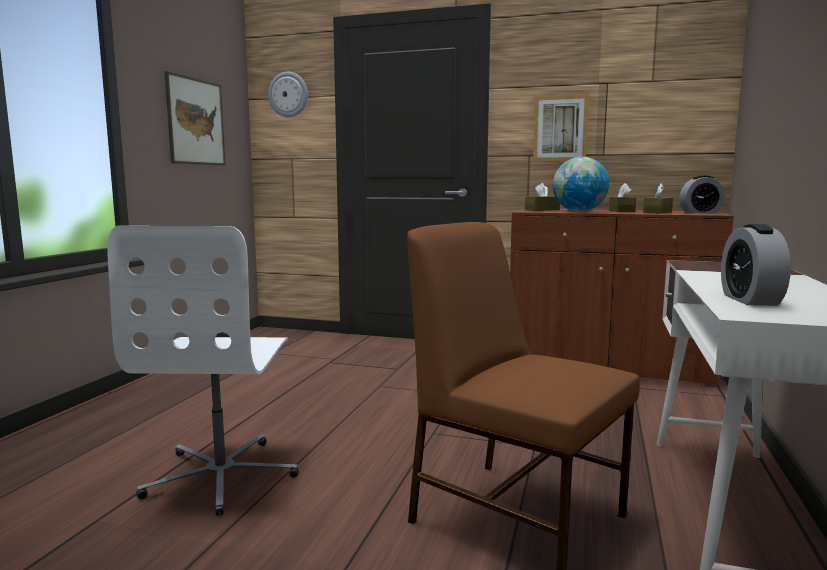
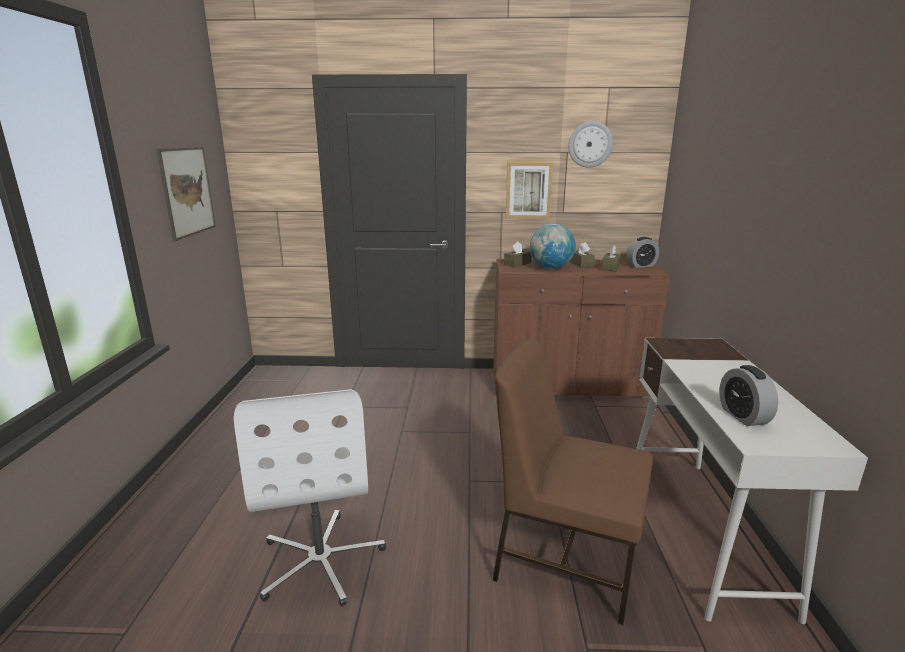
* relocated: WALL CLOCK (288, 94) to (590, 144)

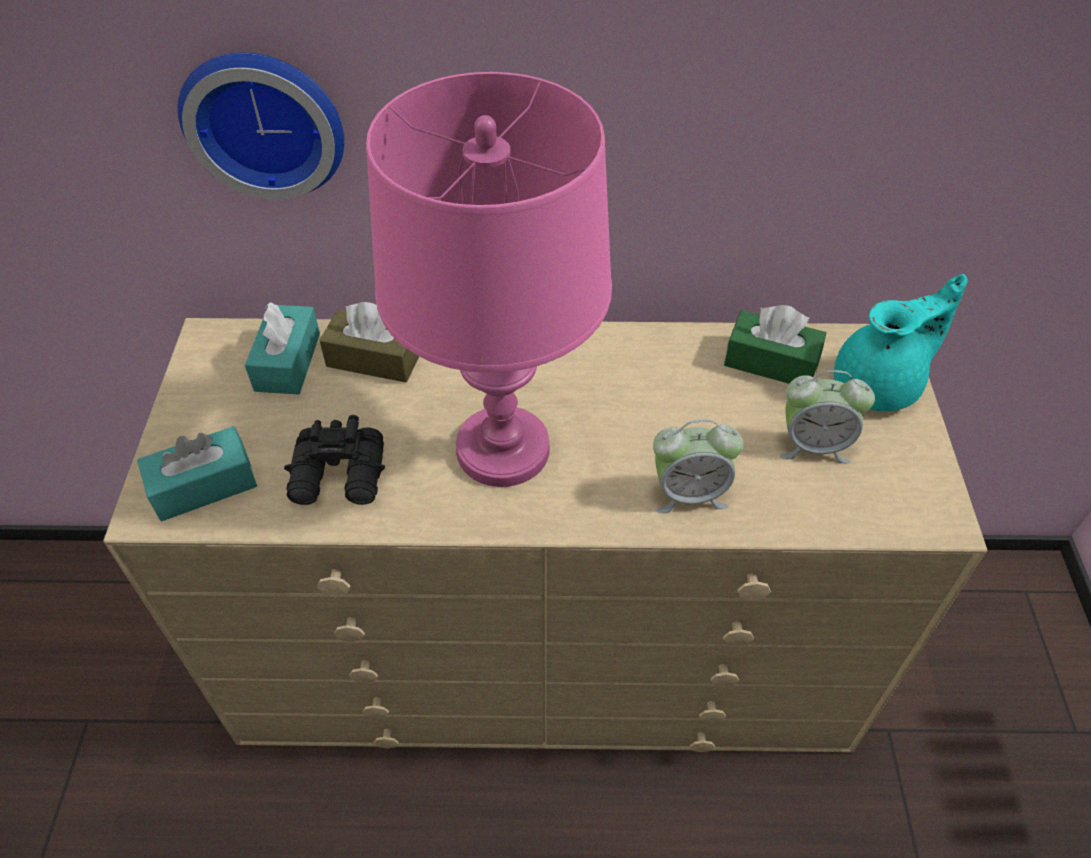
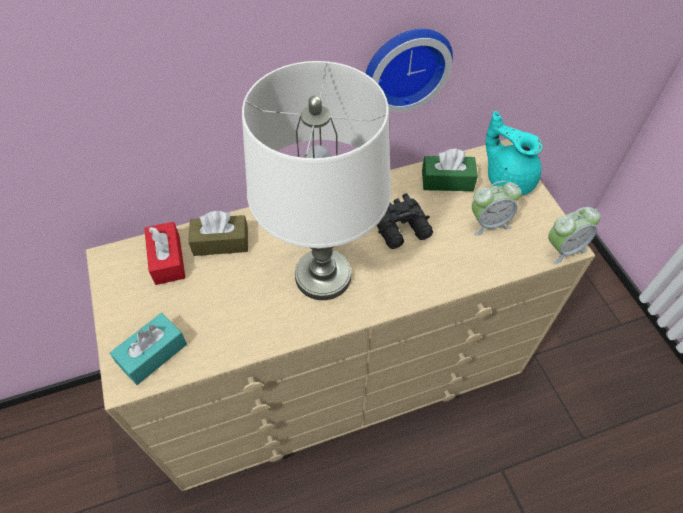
* relocated: WALL CLOCK (261, 126) to (409, 71)
* colour: TURQUOISE TISSUE BOX (282, 348) to RED TISSUE BOX (164, 253)
* relocated: BLACK BINOCULARS (334, 460) to (405, 221)
* colour: PINK TABLE LAMP (489, 279) to WHITE TABLE LAMP (316, 180)
* relocated: ALARM CLOCK (698, 466) to (574, 235)
* spun: TURQUOISE TEAPOT (901, 342) = (514, 153) 90 degrees counterclockwise

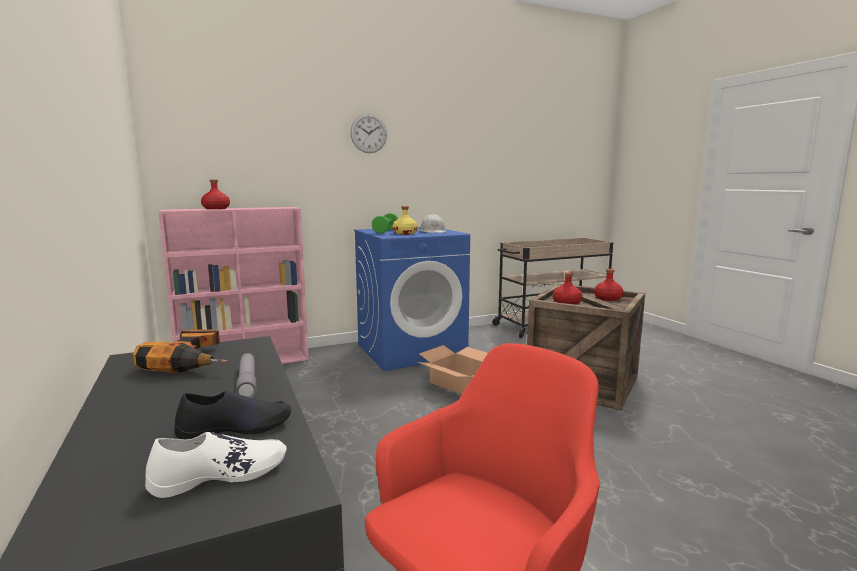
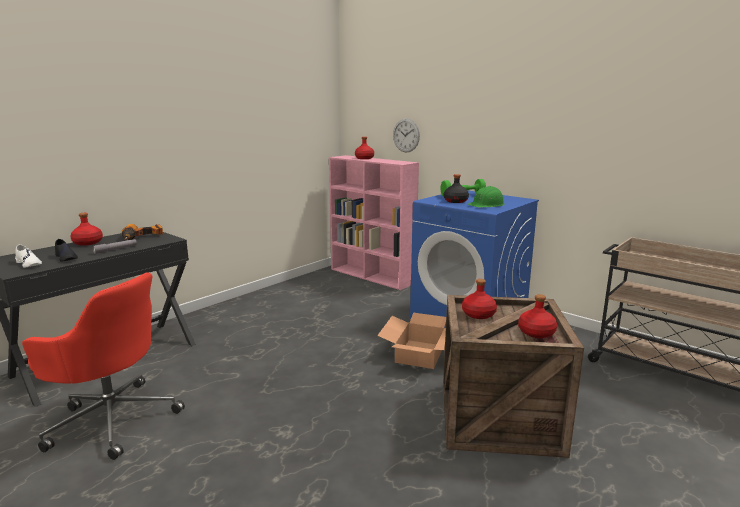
* relocated: WALL CLOCK (368, 133) to (406, 135)
* colour: YELLOW BOTTLE (405, 220) to BLACK BOTTLE (456, 188)
* colour: WHITE HARD HAT (433, 223) to GREEN HARD HAT (486, 196)
* appeared: RED BOTTLE (86, 229)

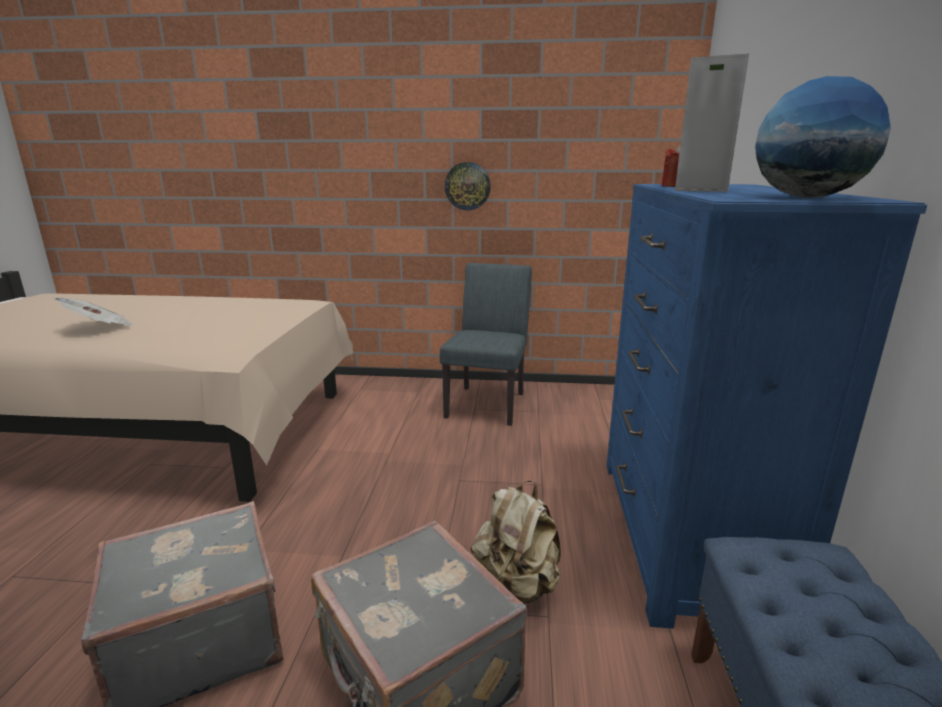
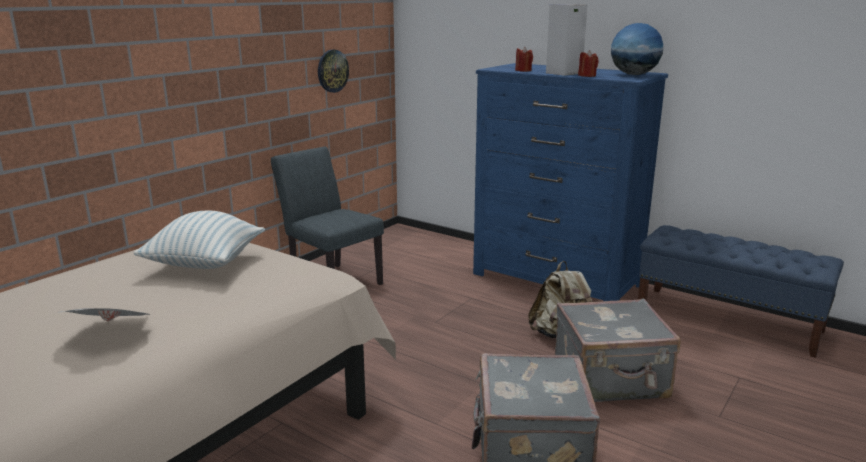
* relocated: WALL CLOCK (467, 186) to (333, 71)
* appeared: PILLOW (199, 240)
* appeared: RED CANDLE (588, 63)

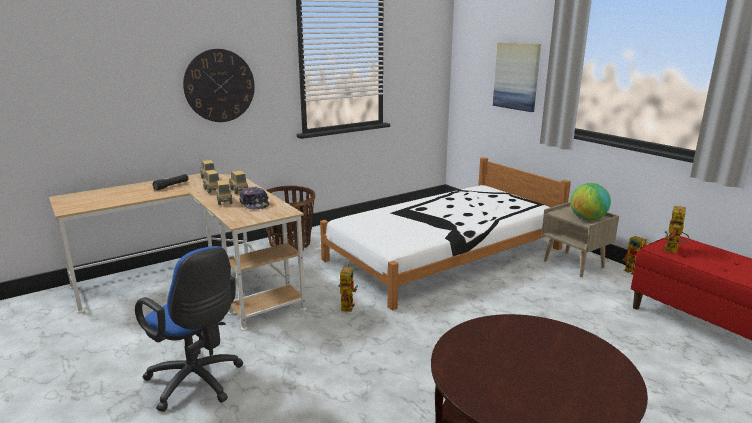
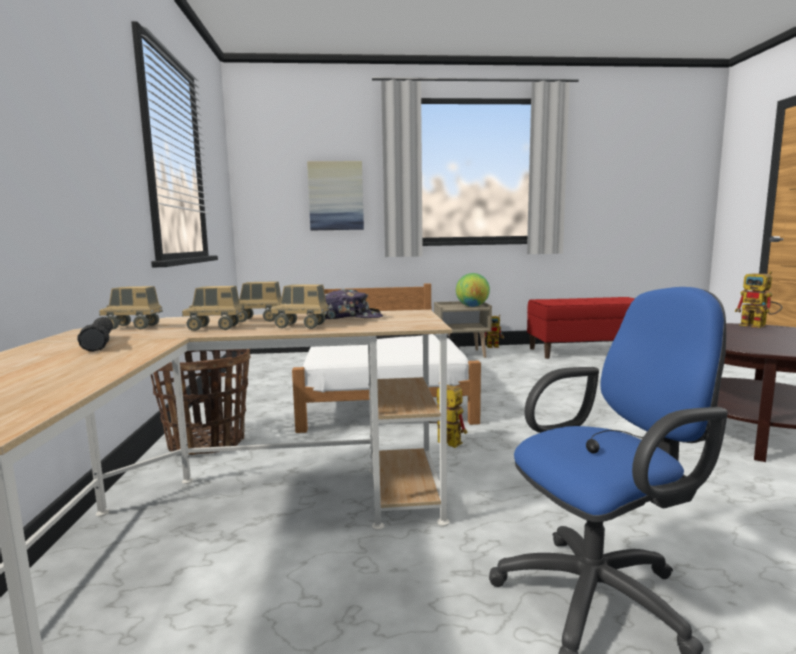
* missing: WALL CLOCK (219, 85)
* relocated: TOY ROBOT (676, 229) to (758, 300)

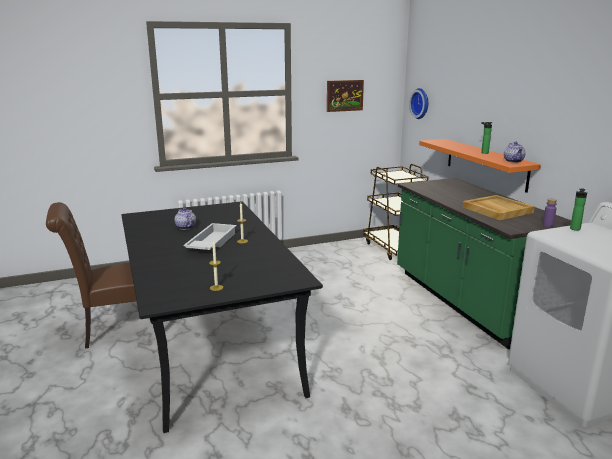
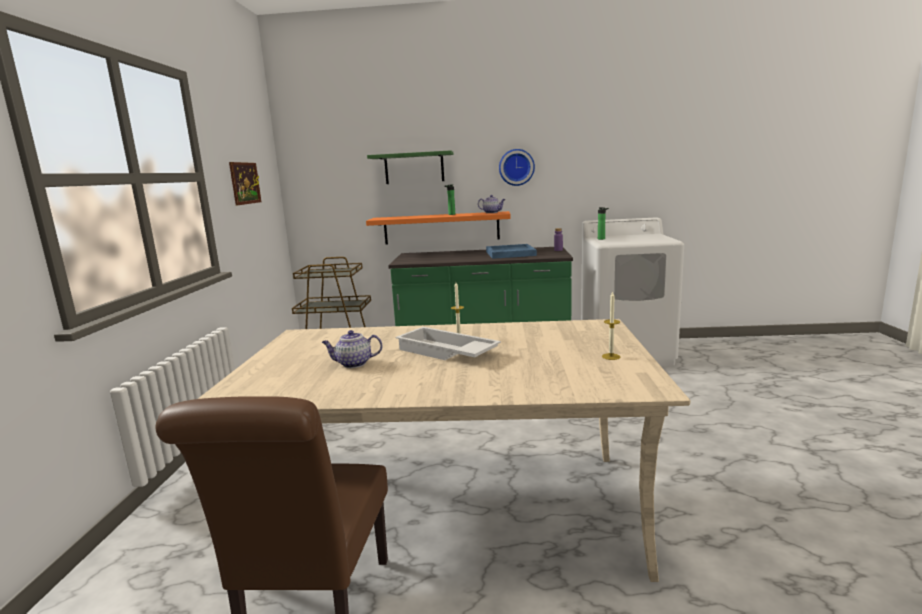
* colour: BLACK DINING TABLE (222, 317) to BEIGE DINING TABLE (444, 450)
* relocated: WALL CLOCK (418, 103) to (517, 167)
* colour: BEIGE TRAY (499, 207) to BLUE TRAY (511, 251)
* appeared: GREEN SHELF (410, 167)

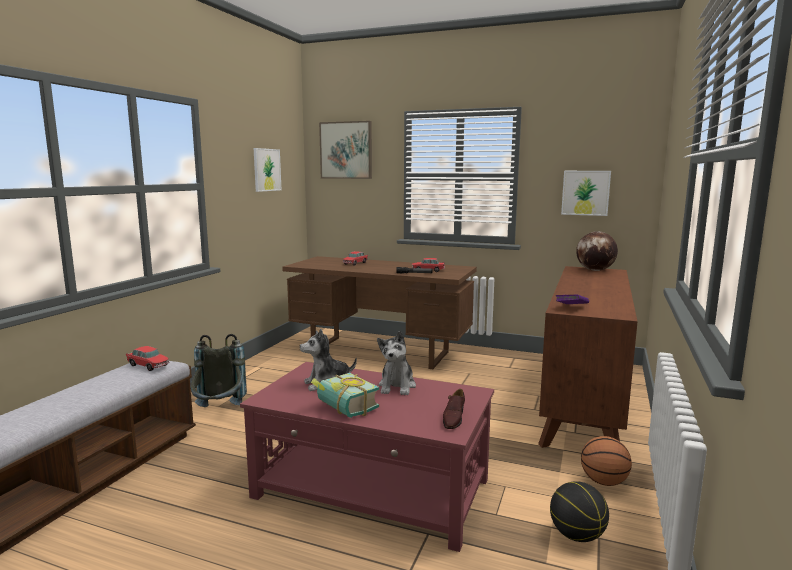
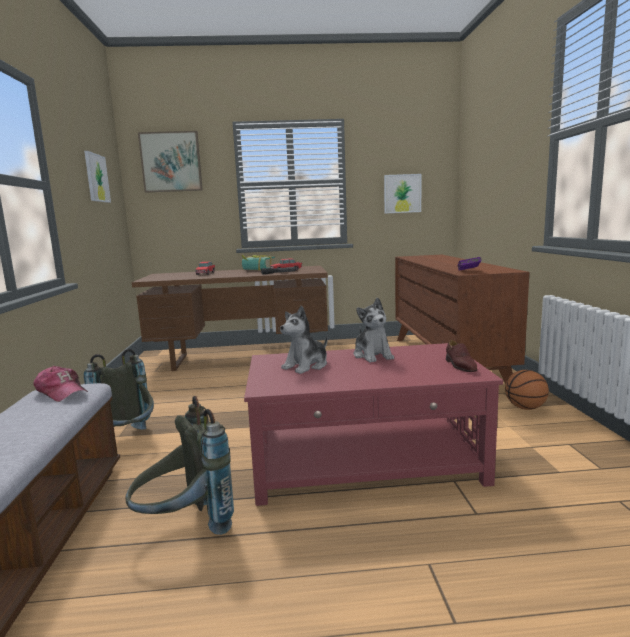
* exchanged: TOY CAR (148, 358) to CAP (60, 384)
* relocated: BOOK (345, 395) to (258, 262)
* missing: BASKETBALL (579, 511)
* missing: GLOBE (597, 251)
* appeared: GREY BACKPACK (179, 465)

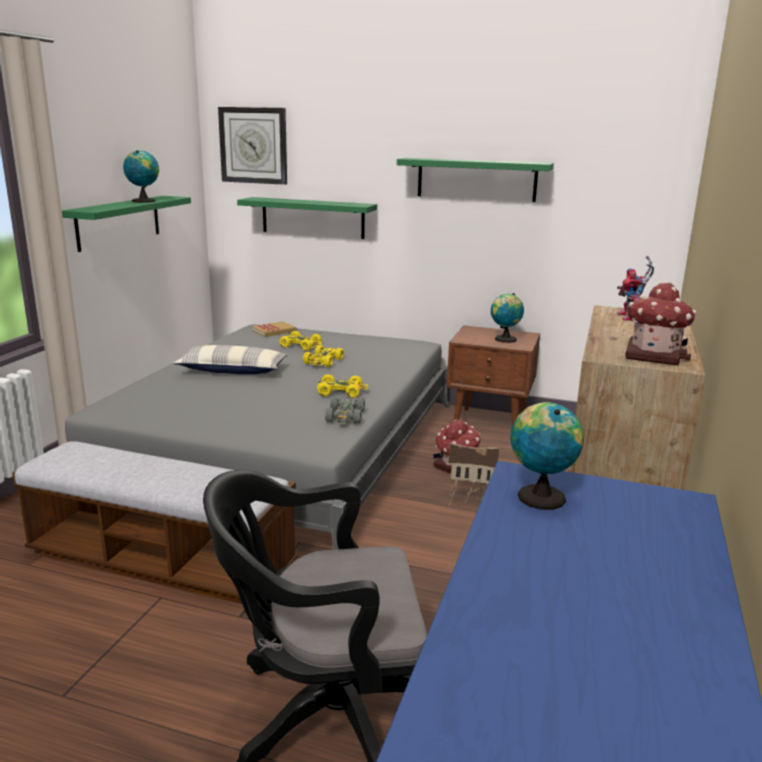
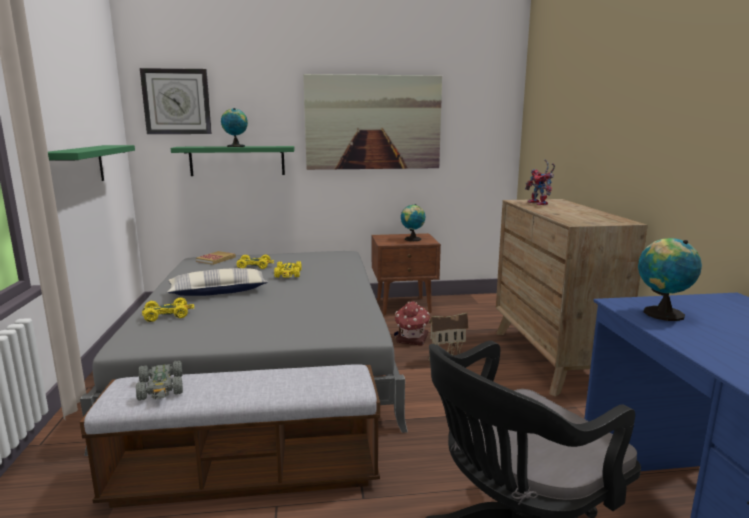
* relocated: GLOBE (141, 176) to (234, 127)
* relocated: YELLOW TOY CAR (342, 386) to (168, 310)
* relocated: GREY TOY CAR (345, 410) to (159, 380)
* exchanged: GREEN SHELF (475, 180) to PICTURE (372, 122)
* missing: TOY HOUSE (661, 324)

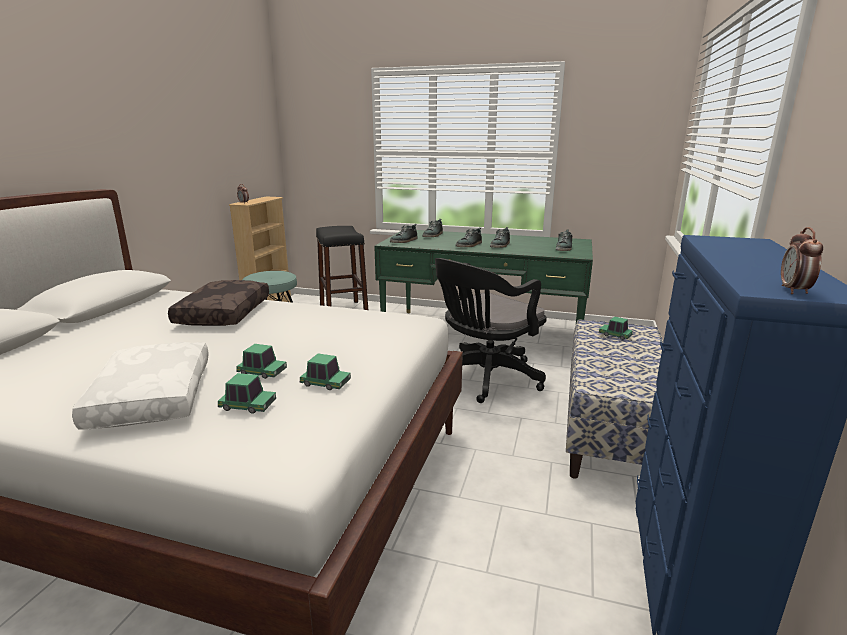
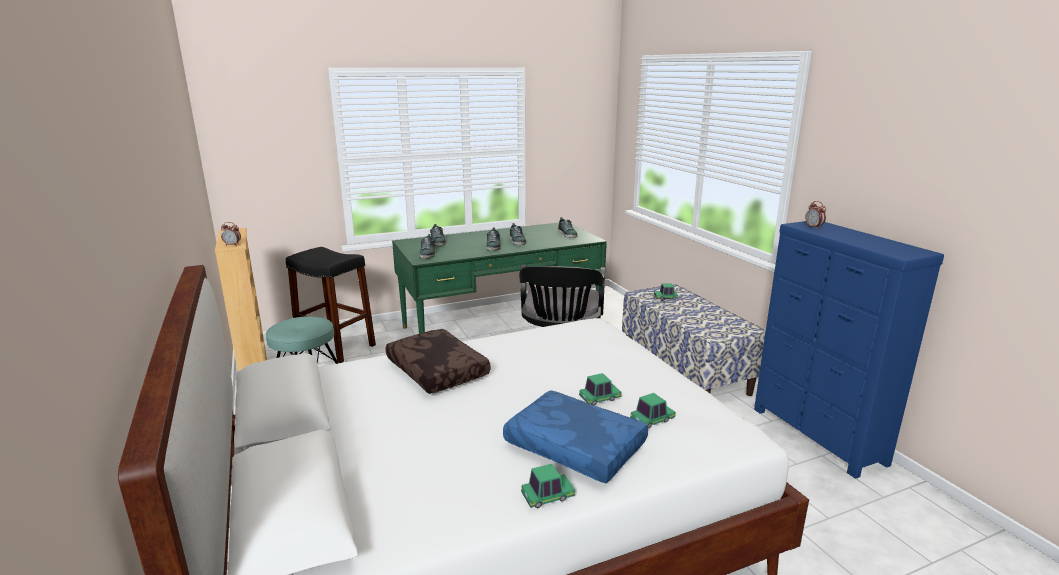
* colour: WHITE PILLOW (140, 386) to BLUE PILLOW (575, 436)
* relocated: TOY CAR (325, 371) to (548, 486)
* relocated: ALARM CLOCK (802, 260) to (815, 215)

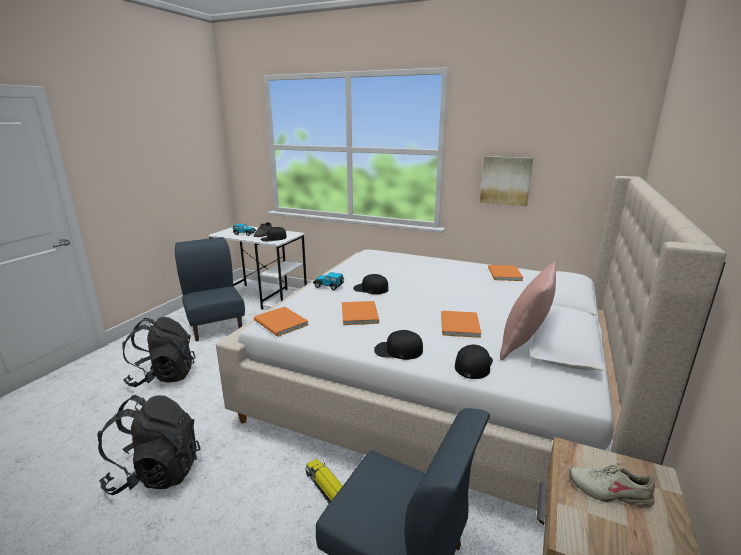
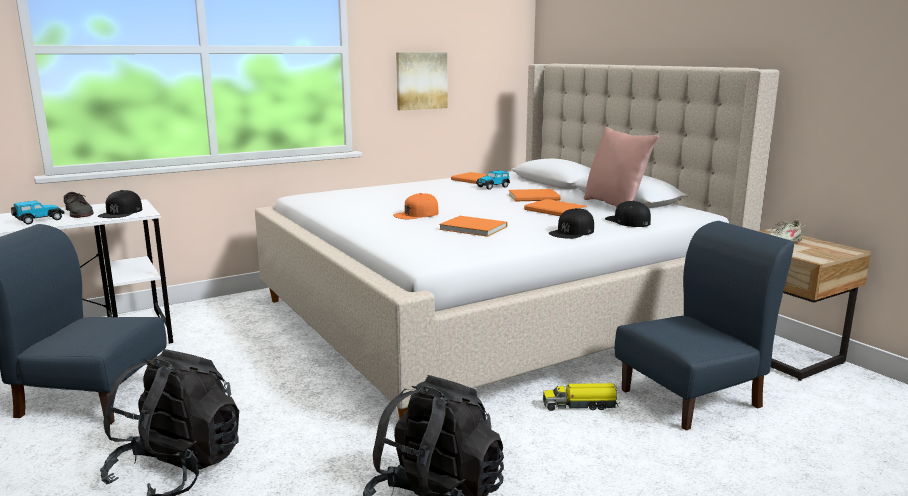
* relocated: ORANGE BOOK (281, 322) to (535, 195)
* relocated: TOY CAR (328, 281) to (493, 180)
* colour: BLACK CAP (371, 284) to ORANGE CAP (415, 206)

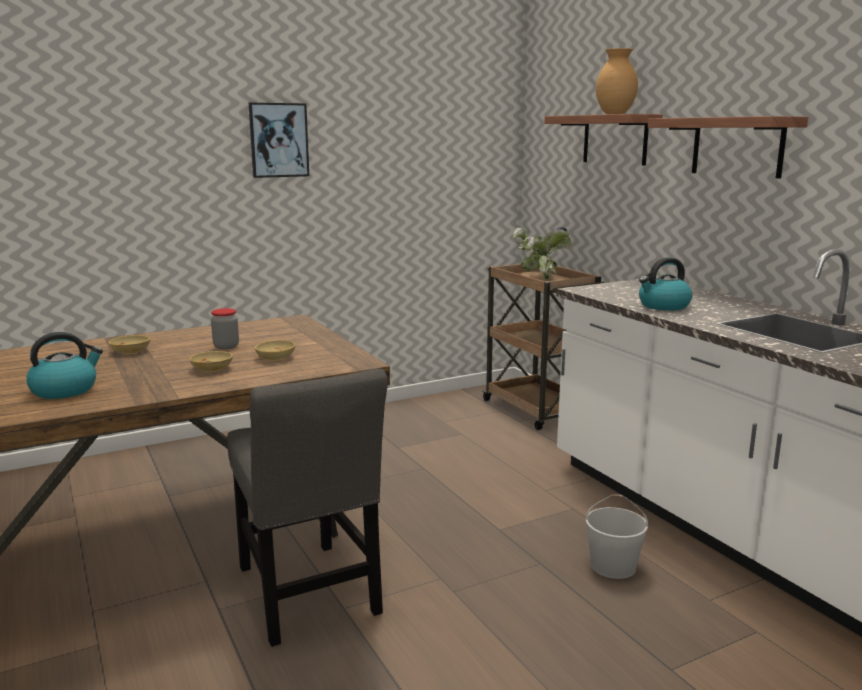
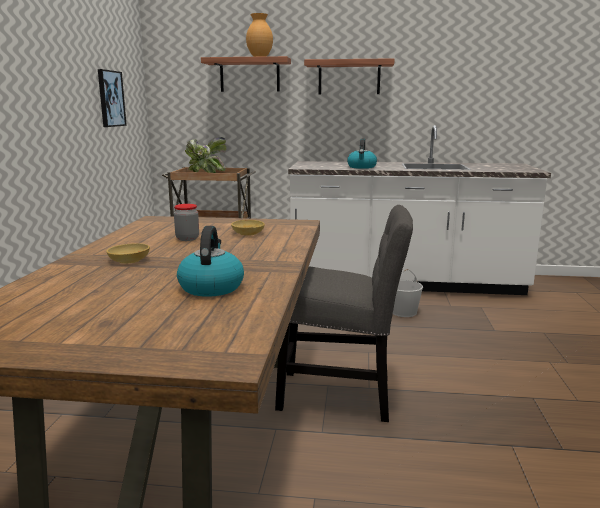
* missing: BEIGE BOWL (211, 361)
* relocated: PICTURE (279, 140) to (112, 98)

